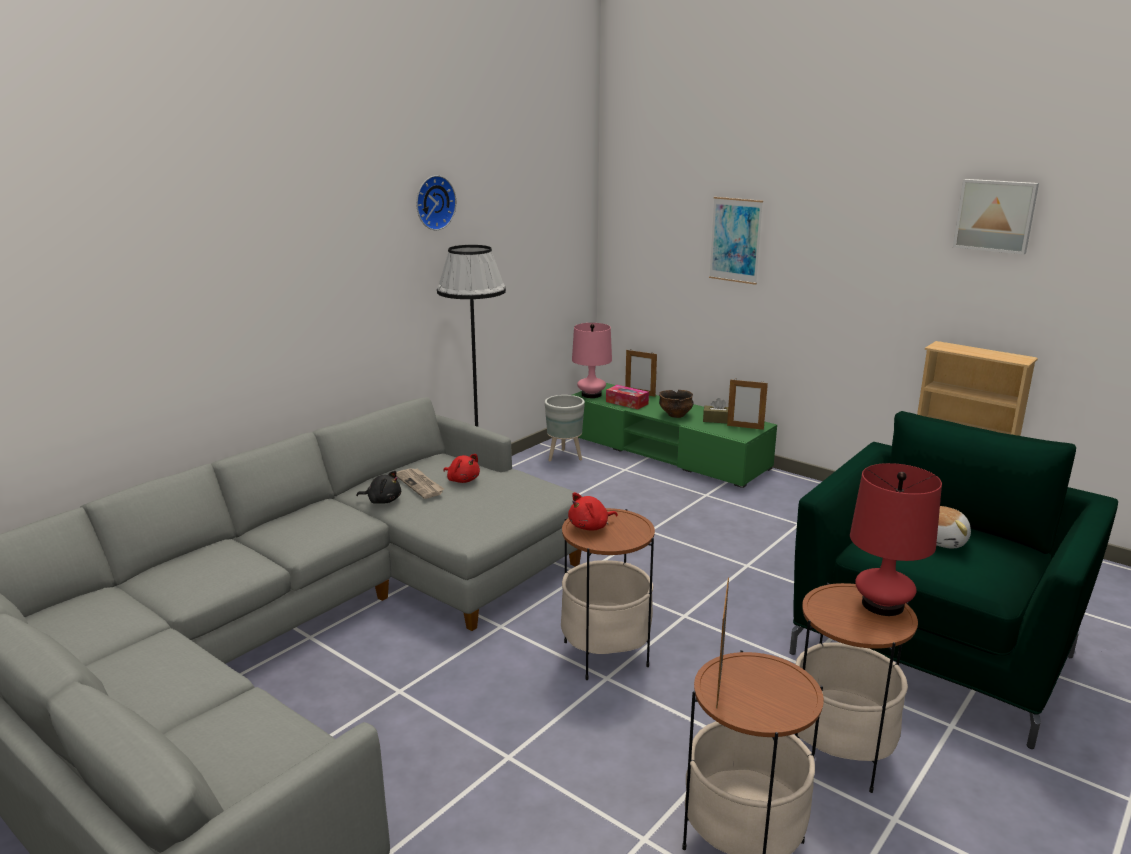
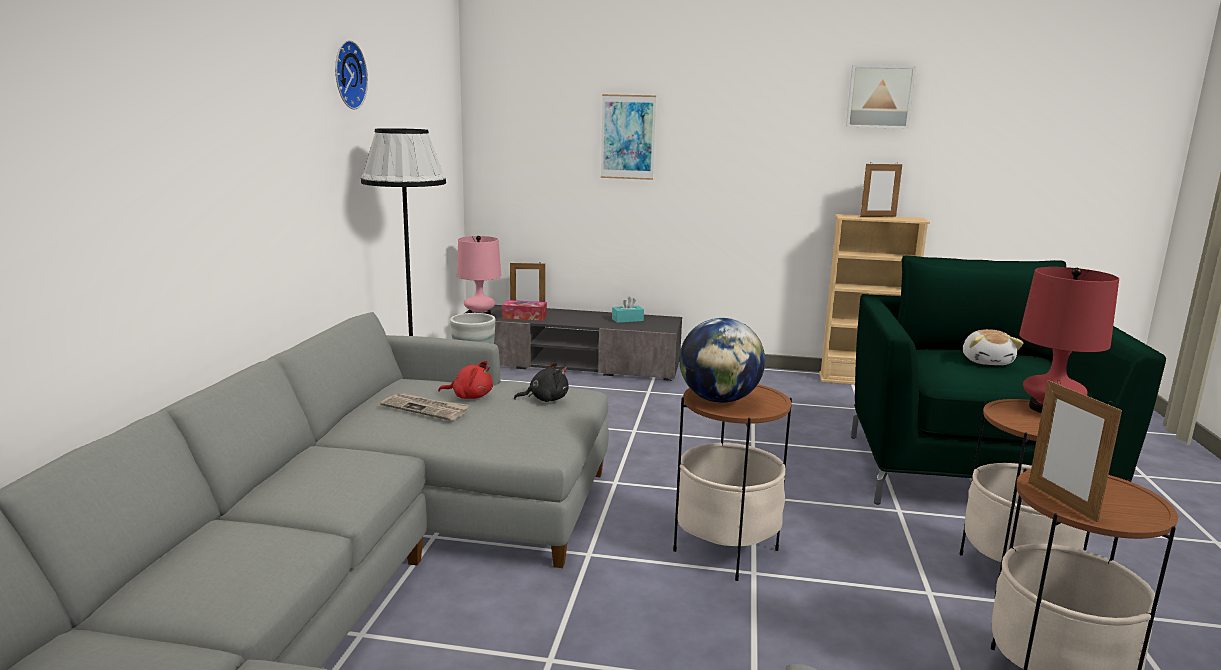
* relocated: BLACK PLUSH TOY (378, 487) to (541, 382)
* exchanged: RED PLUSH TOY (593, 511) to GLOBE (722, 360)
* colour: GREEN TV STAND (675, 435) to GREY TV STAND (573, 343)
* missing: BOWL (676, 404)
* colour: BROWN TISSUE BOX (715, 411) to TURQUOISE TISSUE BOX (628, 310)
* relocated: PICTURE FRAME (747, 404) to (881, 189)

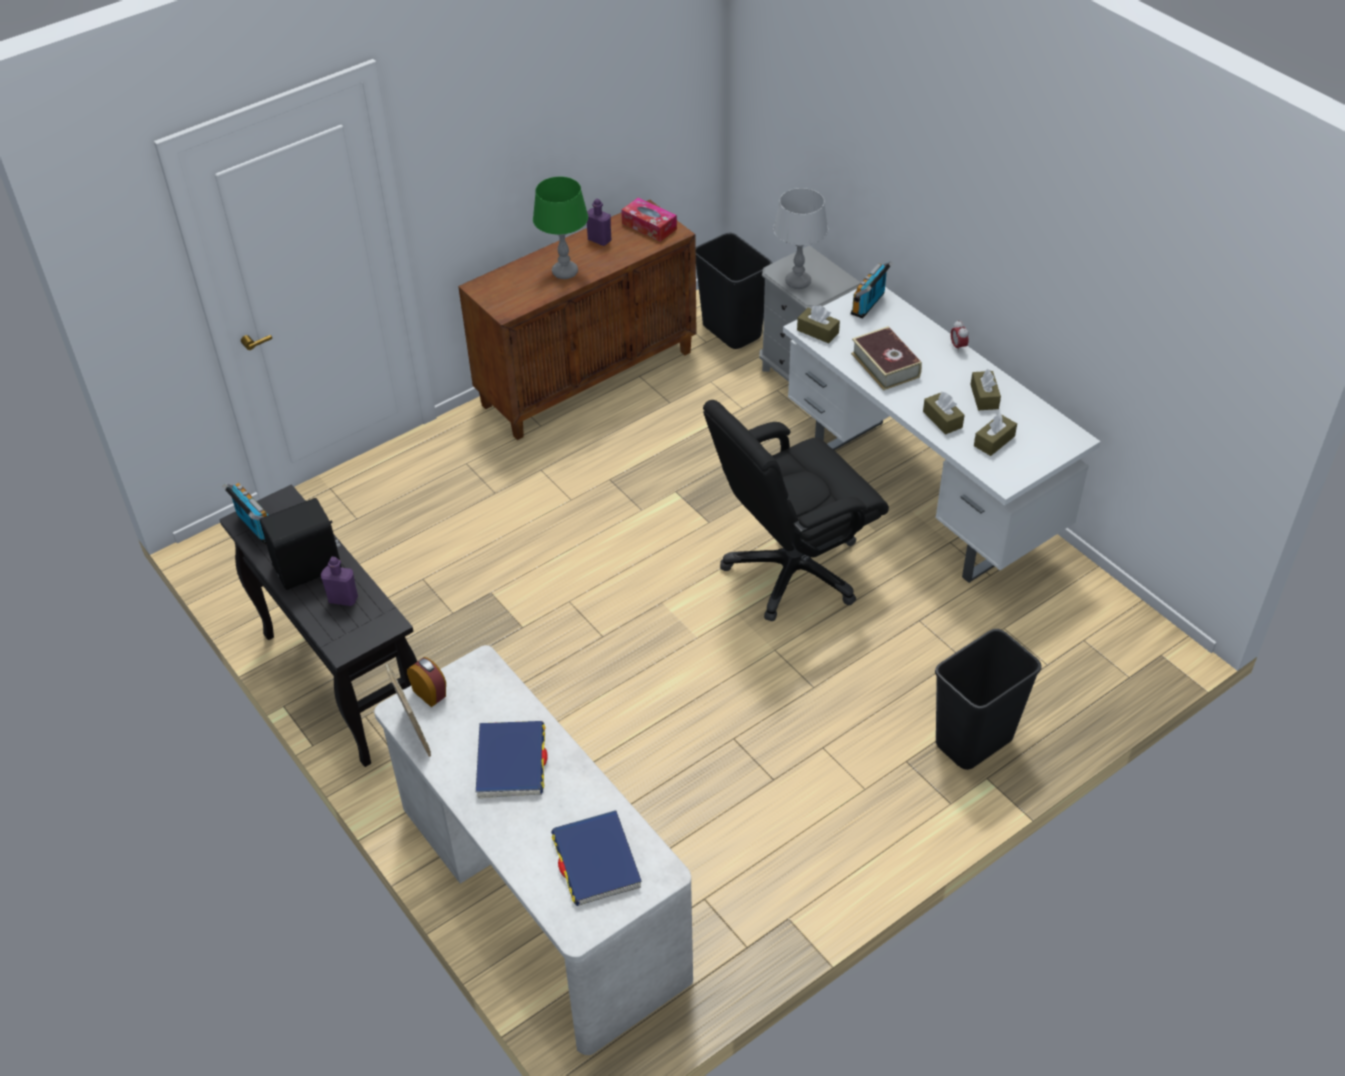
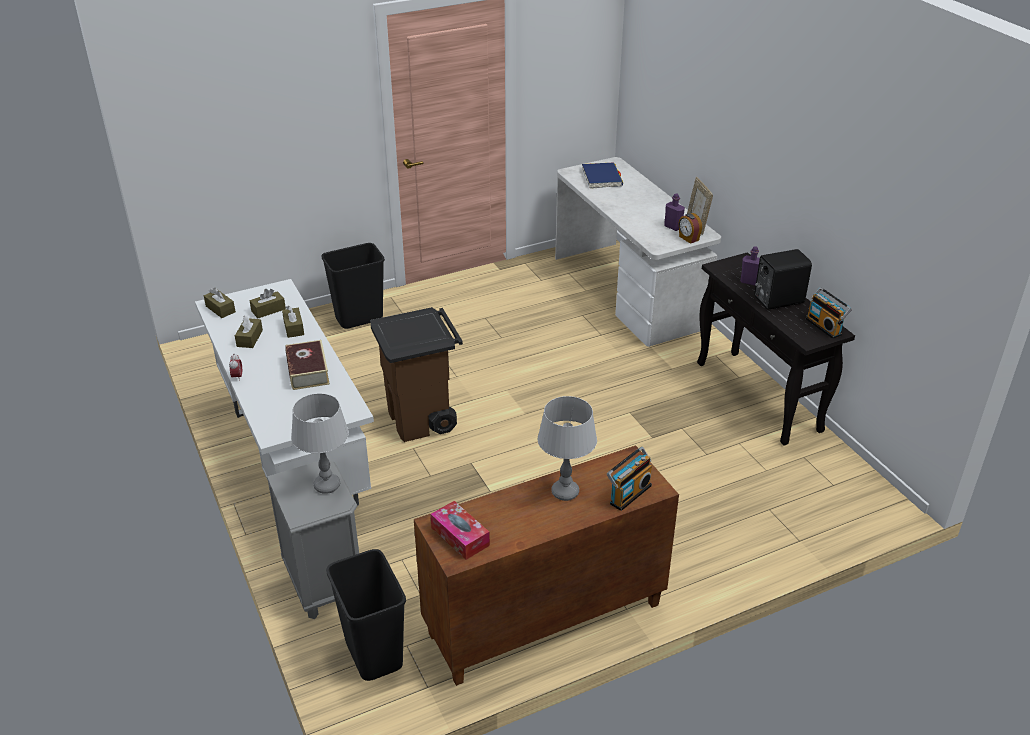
* missing: BLUE BOOK (511, 759)
* colour: GREEN TABLE LAMP (560, 228) to GREY TABLE LAMP (567, 448)
* relocated: PURPLE BOTTLE (599, 222) to (674, 212)
* exchanged: BLACK OFFICE CHAIR (796, 510) to BROWN TRASH CAN (416, 374)
* relocated: BROWN TISSUE BOX (818, 324) to (220, 303)
* relocated: RADIO (871, 290) to (629, 479)

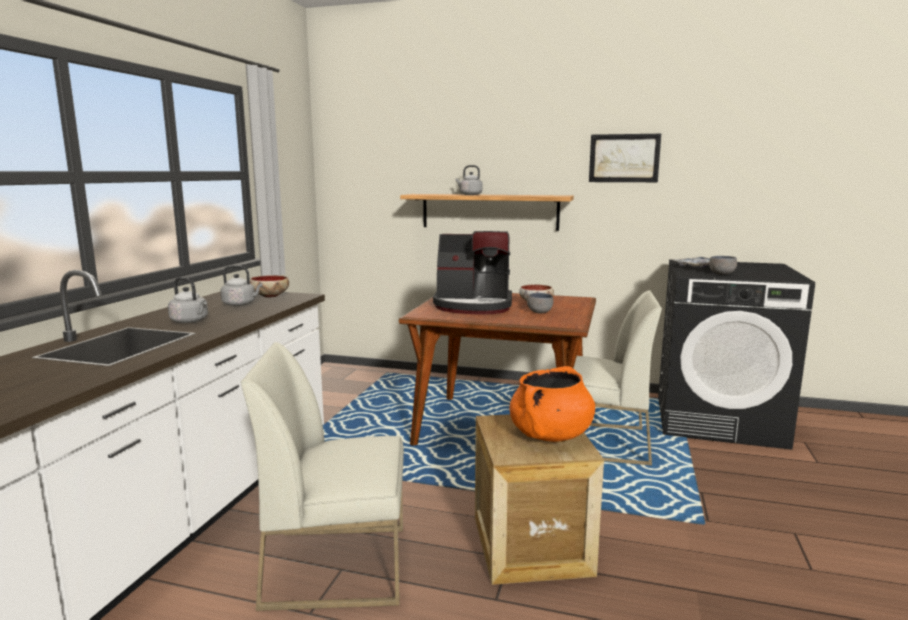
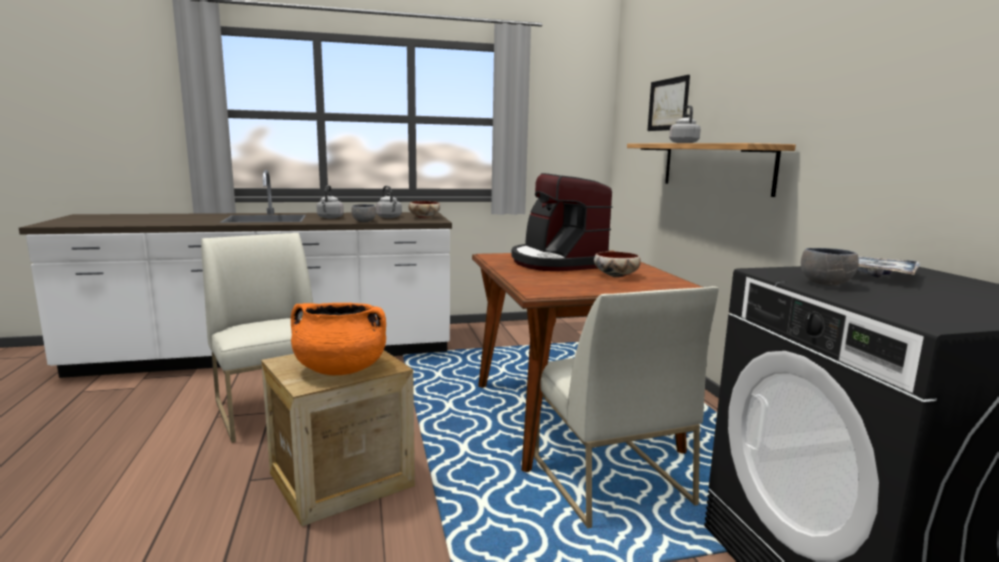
* relocated: GREY BOWL (540, 303) to (363, 213)
* relocated: PICTURE (625, 158) to (668, 103)

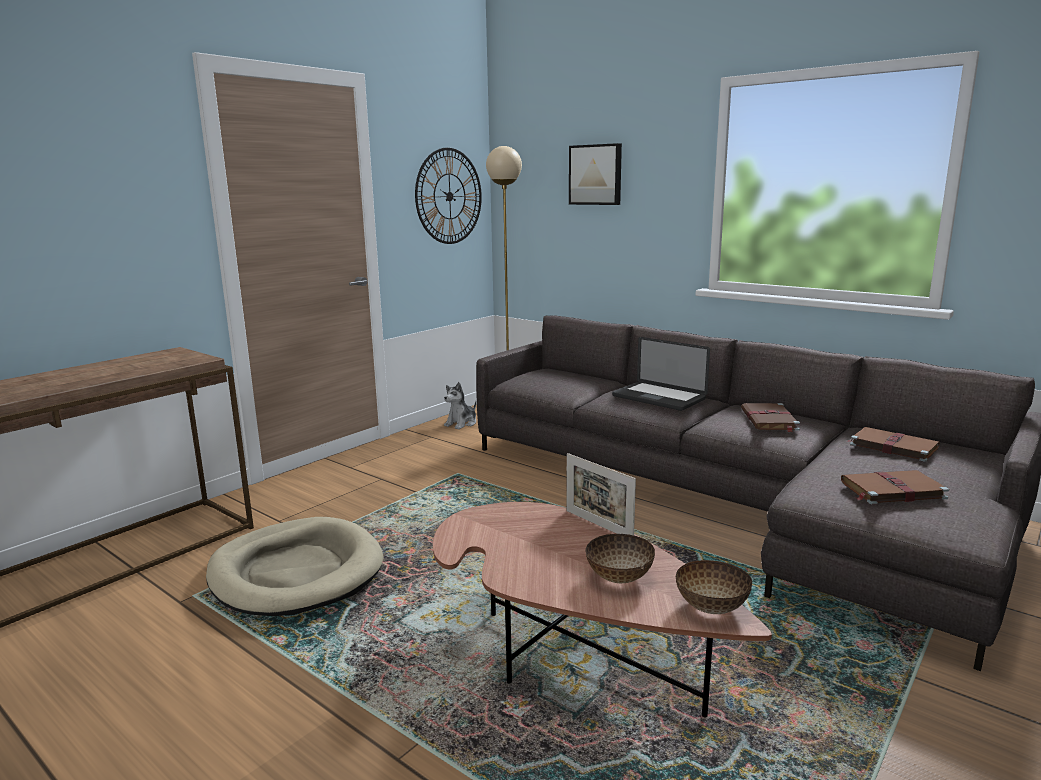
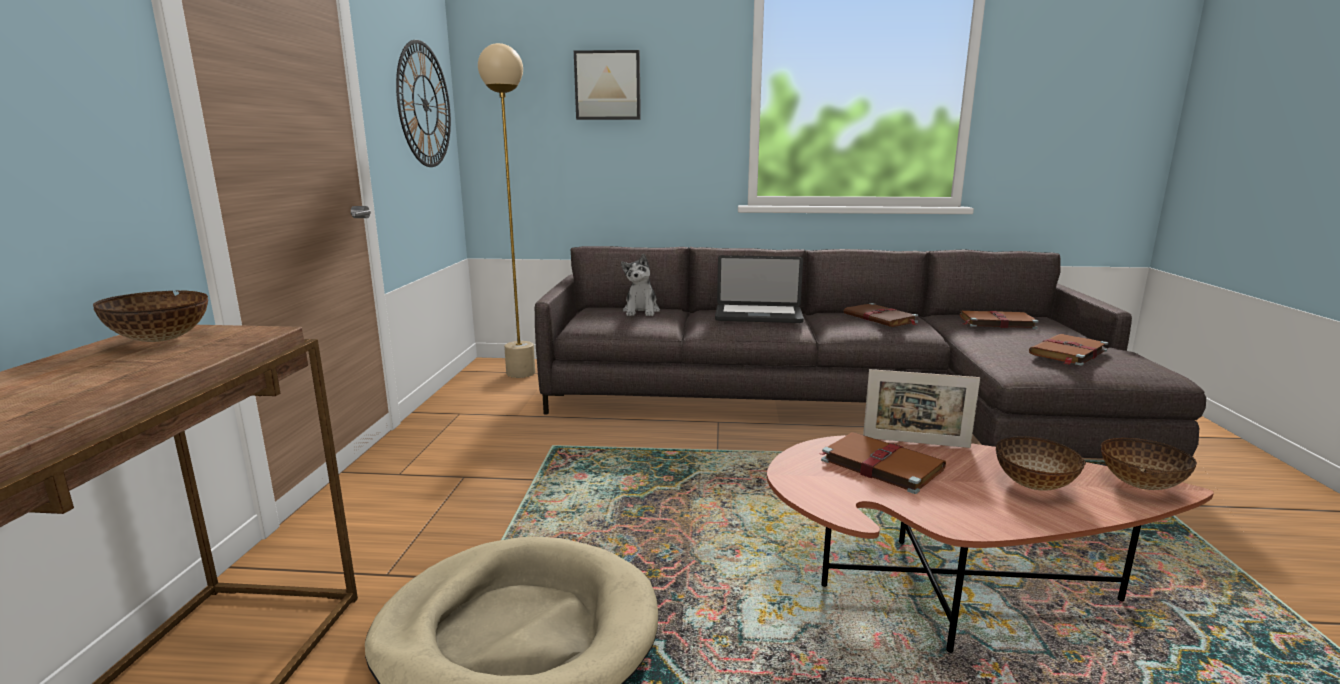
* relocated: PLUSH TOY (460, 406) to (640, 285)
* appeared: BOWL (150, 316)
* appeared: BROWN BOOK (883, 463)

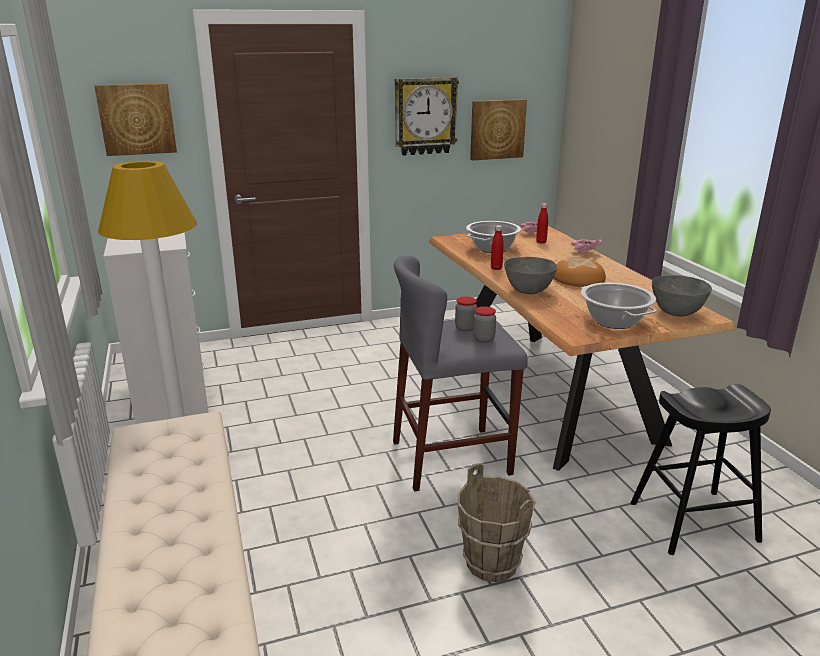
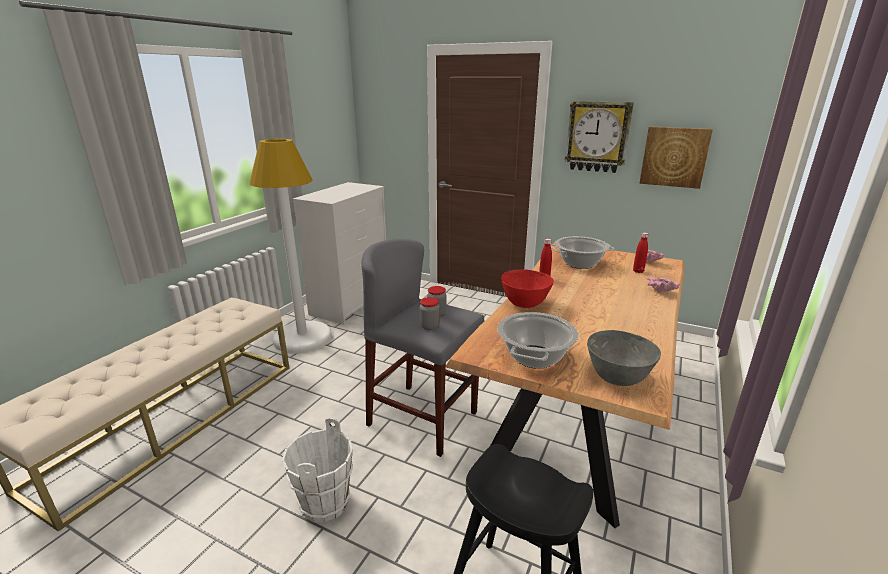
* missing: PICTURE (135, 120)
* colour: BROWN BUCKET (496, 523) to WHITE BUCKET (317, 470)
* colour: GREY BOWL (530, 275) to RED BOWL (527, 288)
* missing: BREAD (579, 272)

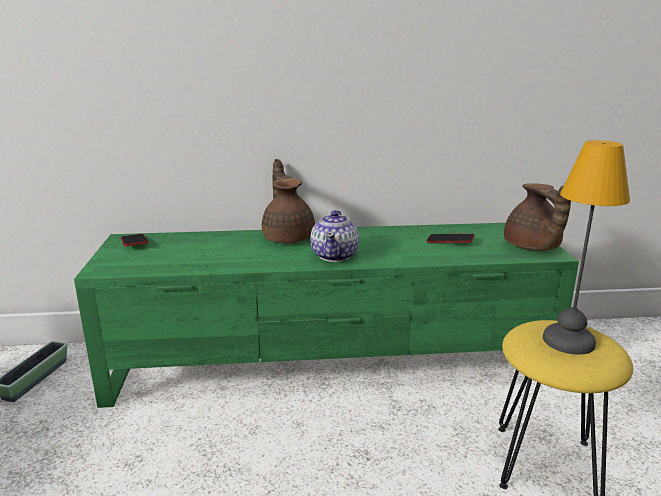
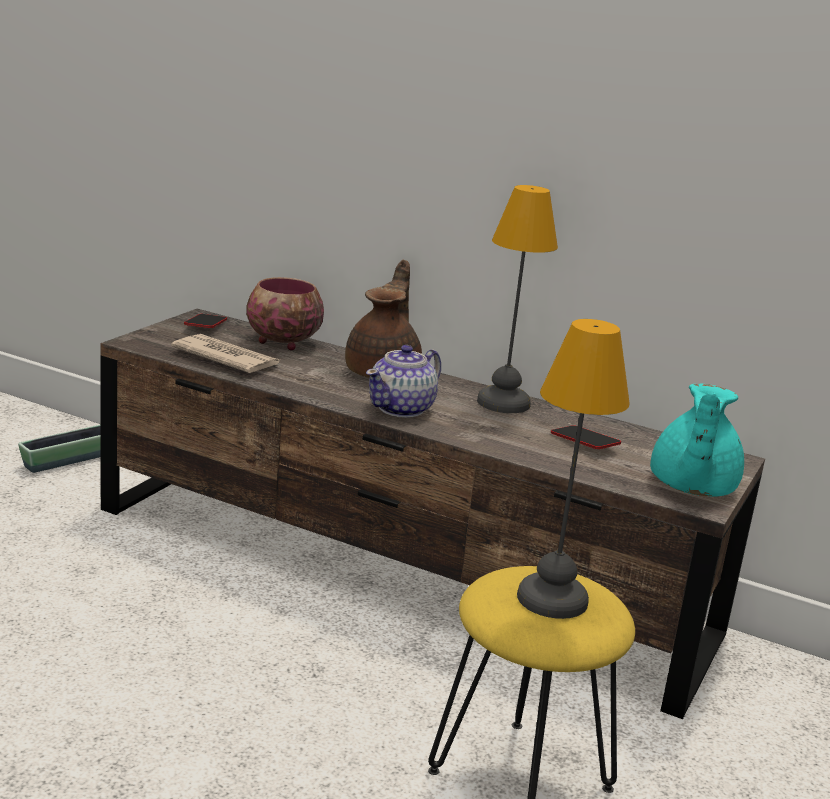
* colour: GREEN TV STAND (326, 315) to BROWN TV STAND (432, 514)
* colour: BROWN TEAPOT (537, 217) to TURQUOISE TEAPOT (697, 440)
* appeared: NEWSPAPER (225, 353)
* appeared: BOWL (285, 313)
* appeared: TABLE LAMP (517, 299)

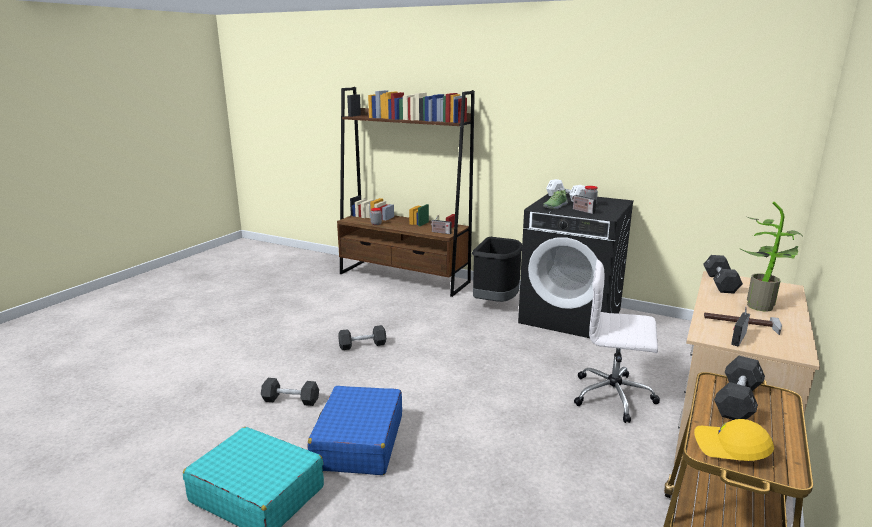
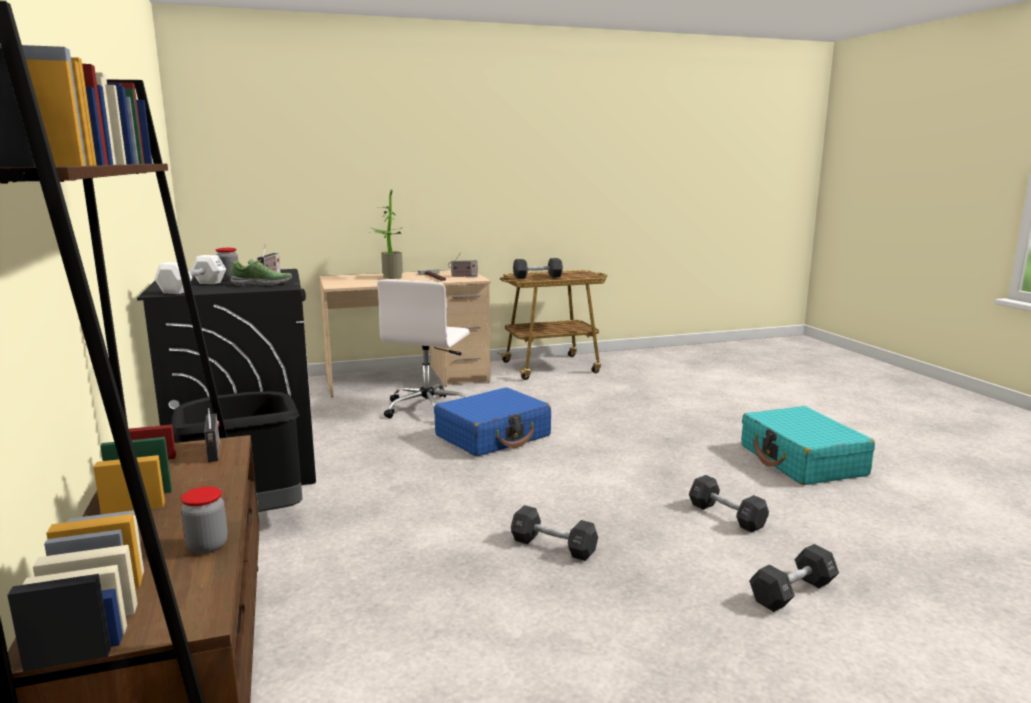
* relocated: BLUE SUITCASE (355, 430) to (492, 422)
* spun: WHITE OFFICE CHAIR (617, 341) = (423, 348) 45 degrees clockwise
* missing: YELLOW CAP (734, 440)
* relocated: BLACK DUMBBELL (723, 274) to (794, 578)

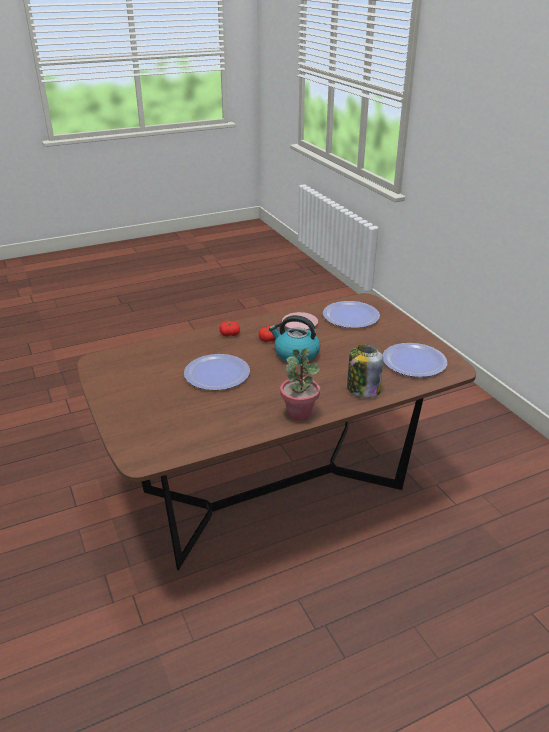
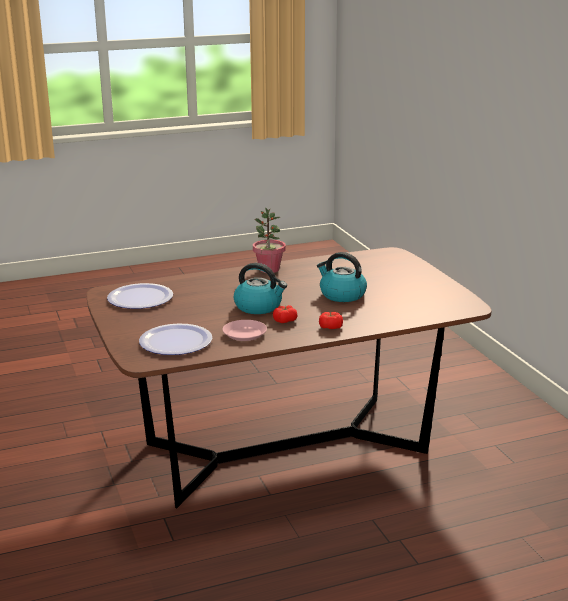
* exchanged: PLATE (217, 372) to KETTLE (342, 277)
* missing: JAR (365, 371)

